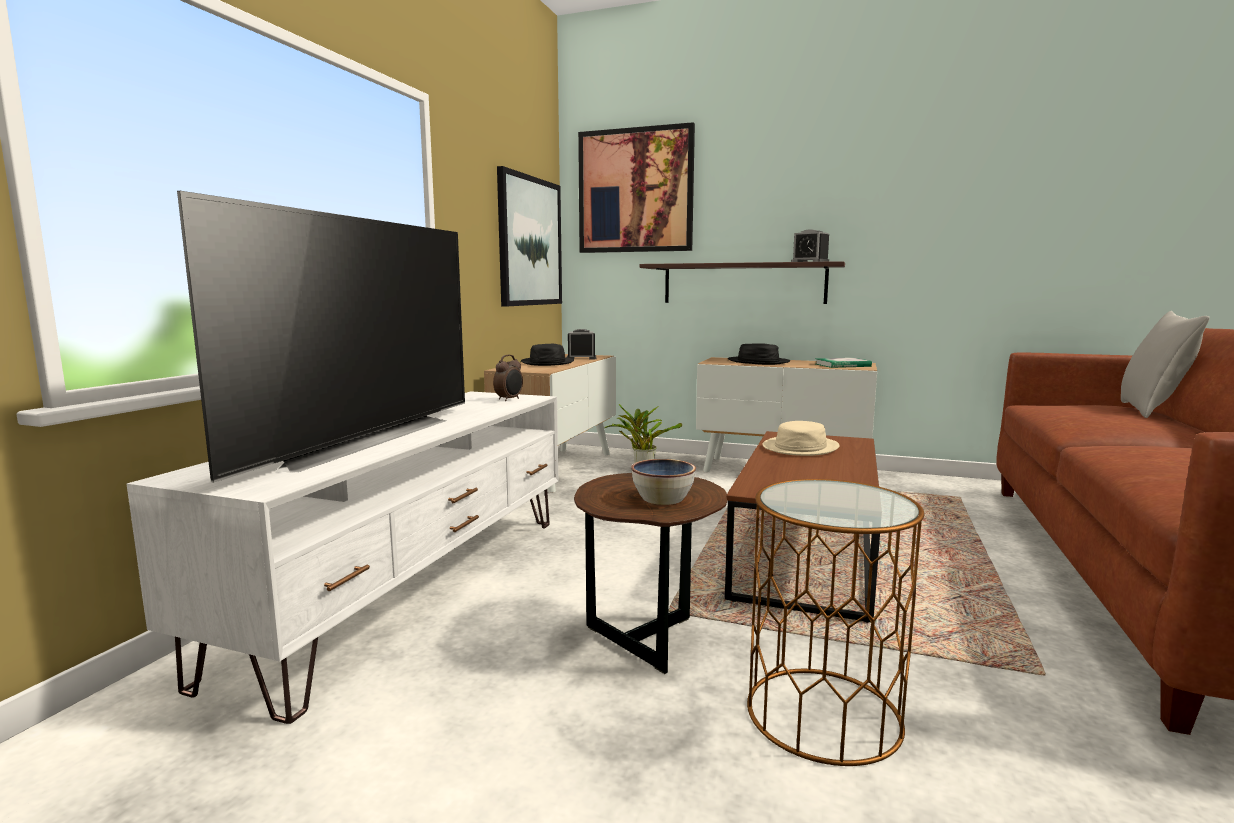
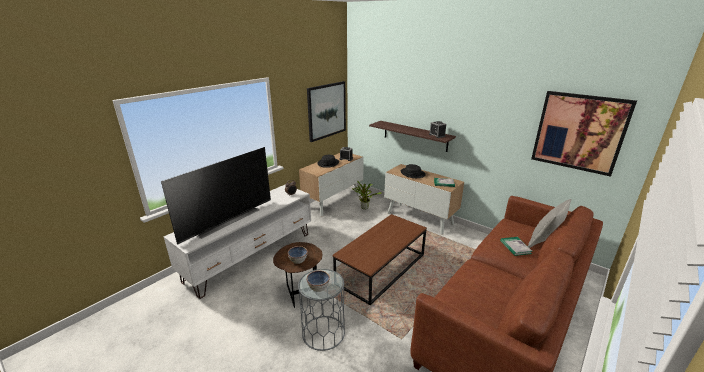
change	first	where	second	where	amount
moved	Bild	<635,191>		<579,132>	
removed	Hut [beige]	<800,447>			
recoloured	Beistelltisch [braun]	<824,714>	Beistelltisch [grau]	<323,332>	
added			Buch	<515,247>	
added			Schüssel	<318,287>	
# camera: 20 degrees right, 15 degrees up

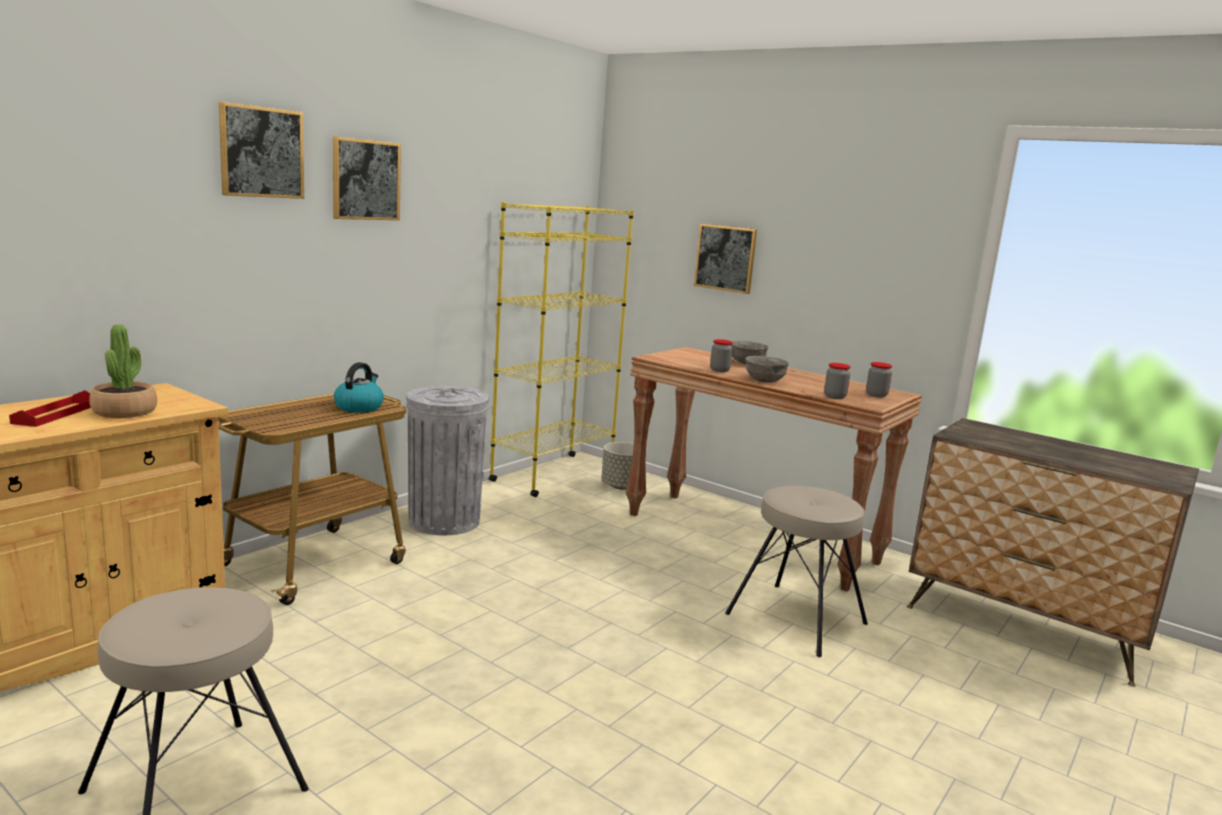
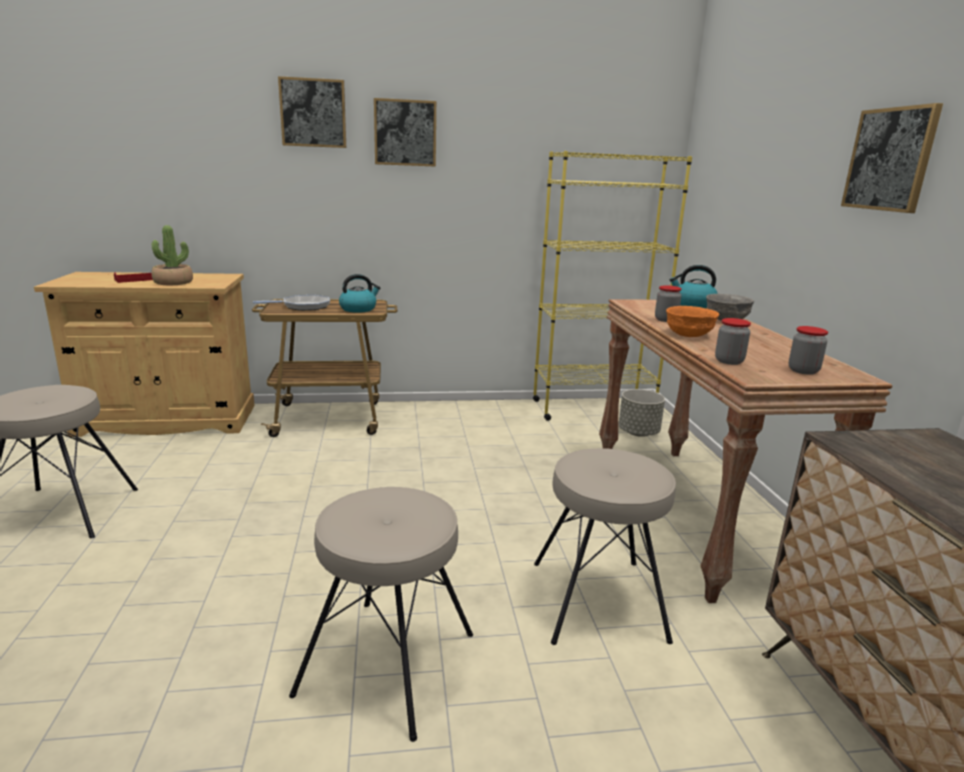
change	first	where	second	where	amount
moved	Bild	<725,258>		<890,159>	
recoloured	Schüssel [grau]	<765,380>	Schüssel [orange]	<689,334>	
removed	Mülleimer [grau]	<444,521>			
added			Wasserkessel	<693,305>	
added			Pfanne	<303,306>	
added			Hocker [beige]	<389,663>	
# camera: 45 degrees right, 5 degrees up

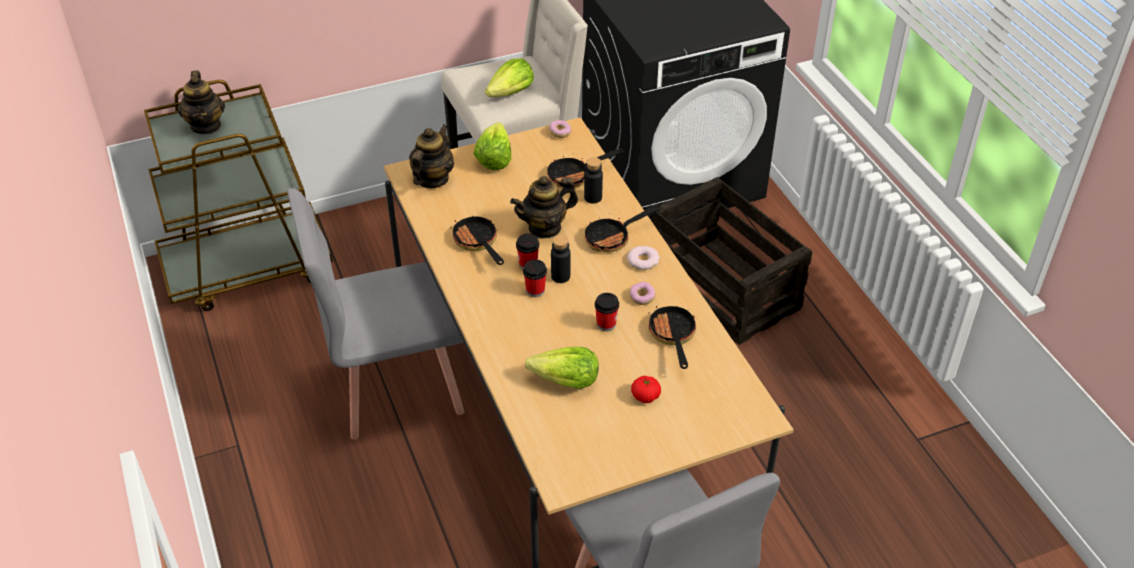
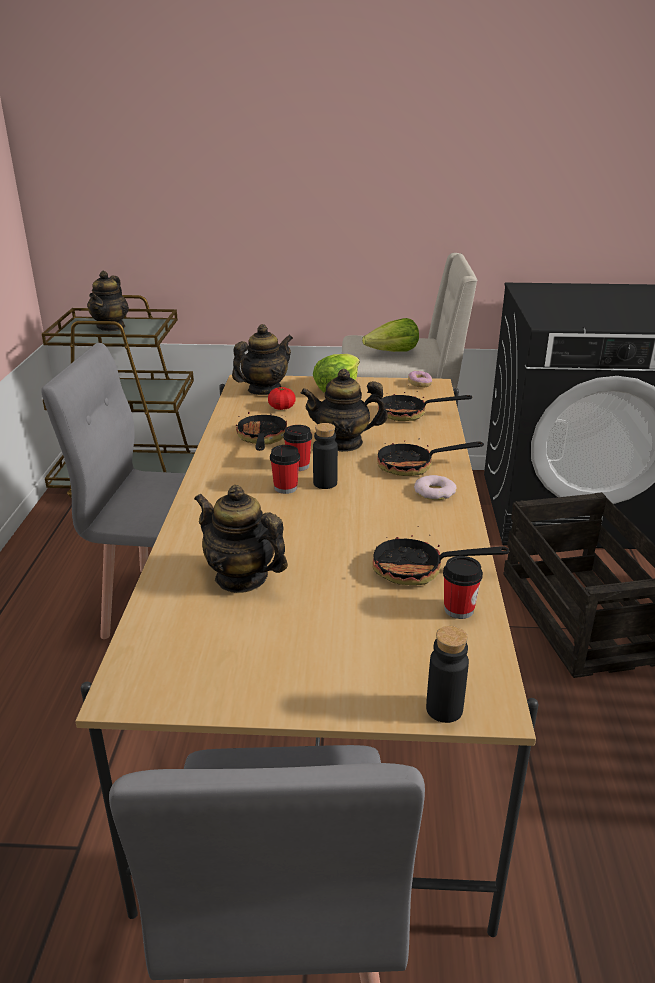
change	first	where	second	where	amount
moved	Flasche [schwarz]	<593,197>		<444,709>	
removed	Donut	<642,297>			
moved	Tasse	<606,324>		<459,609>	
turned	Pfanne	<672,336>		<418,570>	105 degrees counterclockwise
replaced	Salatkopf	<565,381>	Teekanne	<241,577>	
moved	Tomate	<645,396>		<282,408>	
# camera: 25 degrees right, 15 degrees down

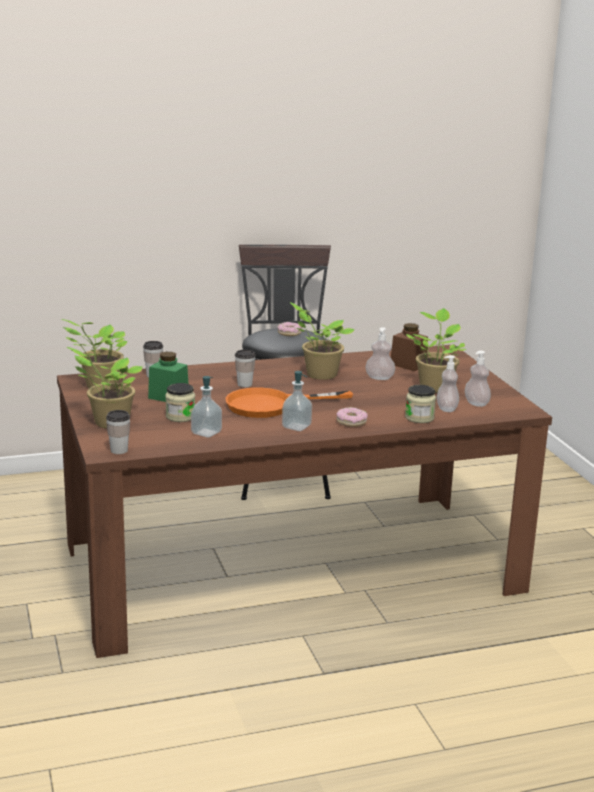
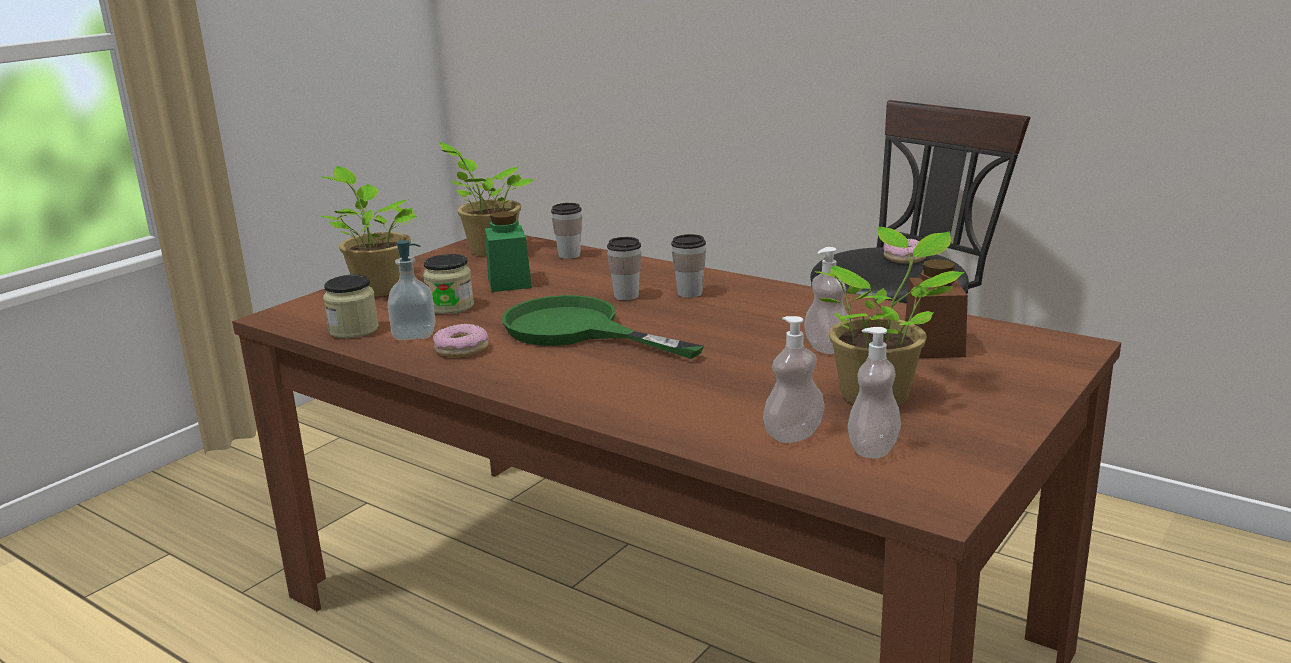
change	first	where	second	where	amount
removed	Topfpflanze	<319,374>			
removed	Seifenspender	<296,426>			
moved	Vorratsglas	<419,418>		<354,330>	
recoloured	Pfanne [orange]	<272,405>	Pfanne [grün]	<577,330>	
moved	Donut	<351,422>		<461,349>	
moved	Tasse	<119,450>		<689,293>	
# camera: 55 degrees right, 0 degrees up

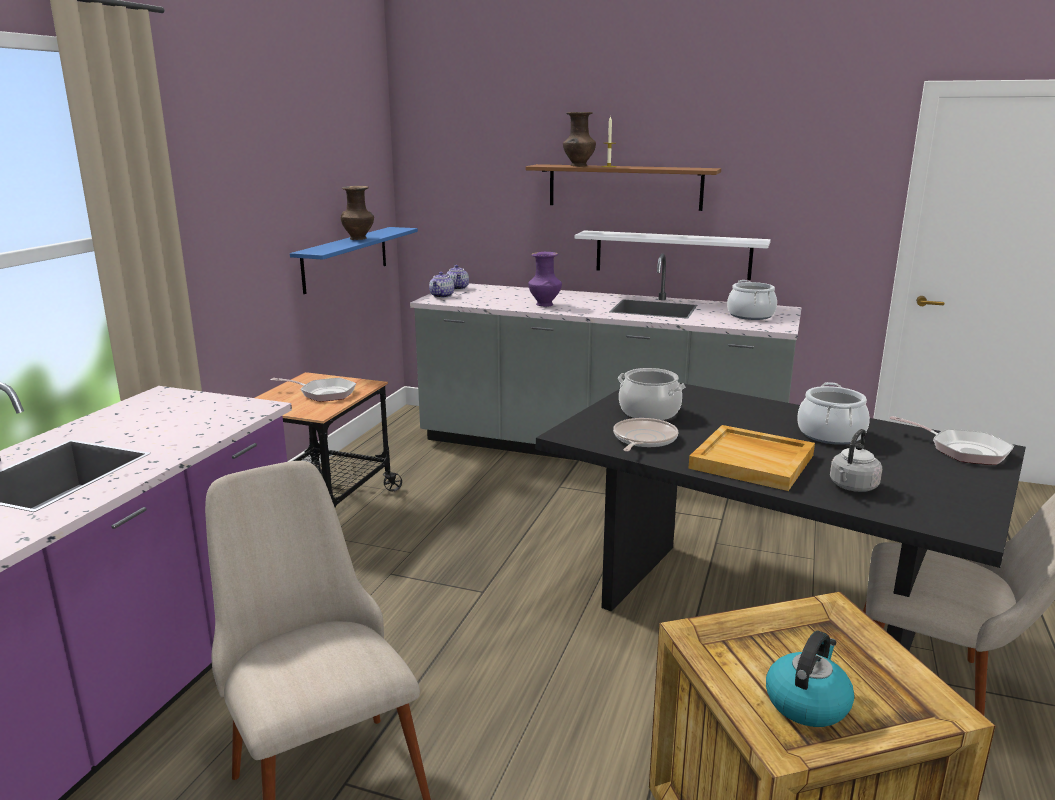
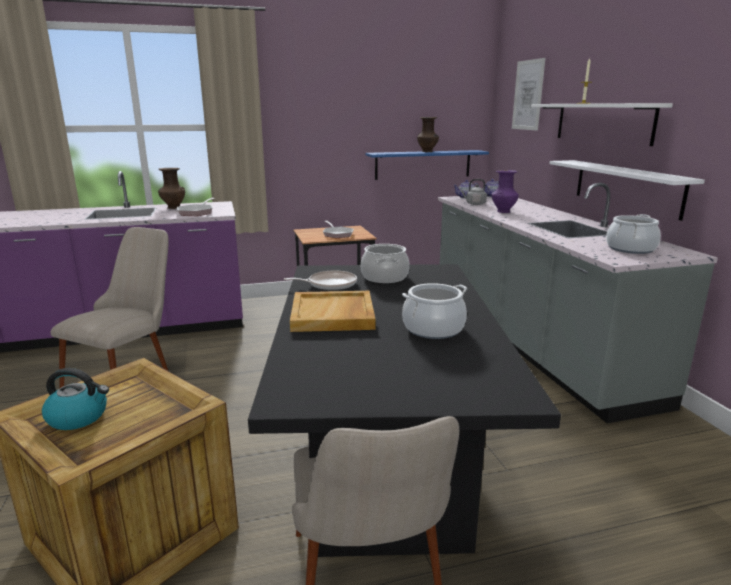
change	first	where	second	where	amount
moved	Vase [braun]	<578,166>		<173,207>	
recoloured	Wandregal [braun]	<624,187>	Wandregal [weiß]	<602,122>	
moved	Pfanne	<963,450>		<197,212>	
moved	Wasserkessel [grau]	<852,487>		<474,204>	
added			Bild	<528,95>	
# camera: 55 degrees right, 0 degrees up

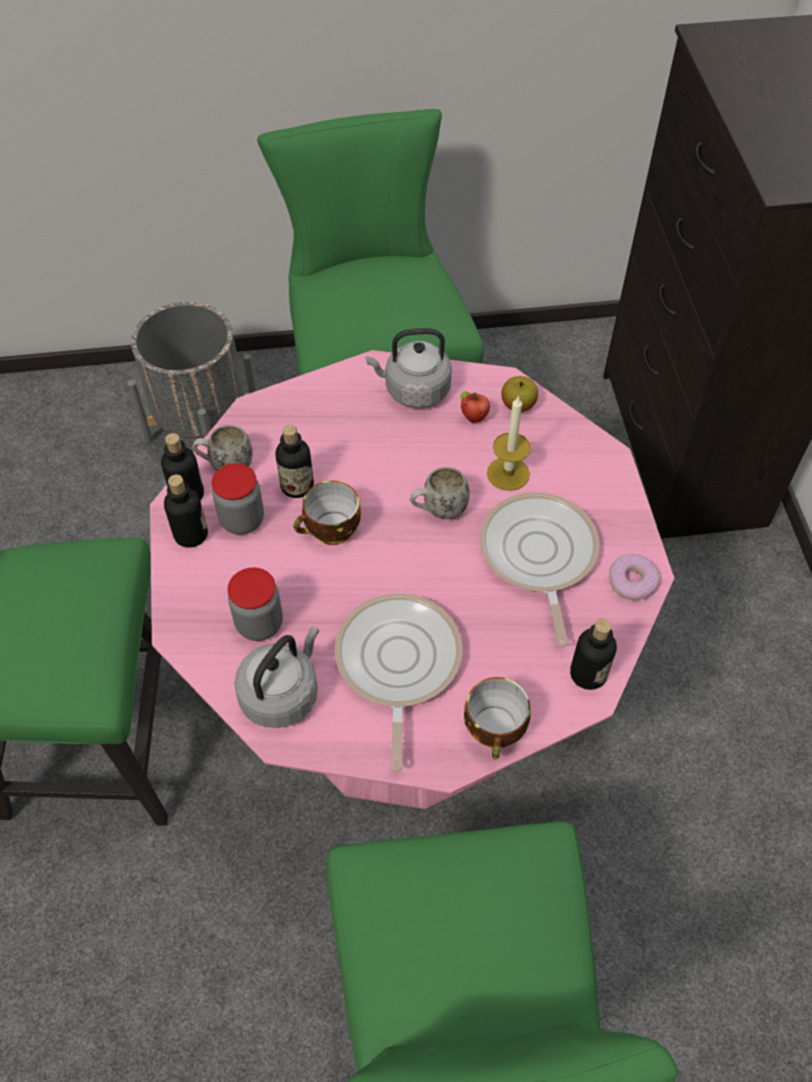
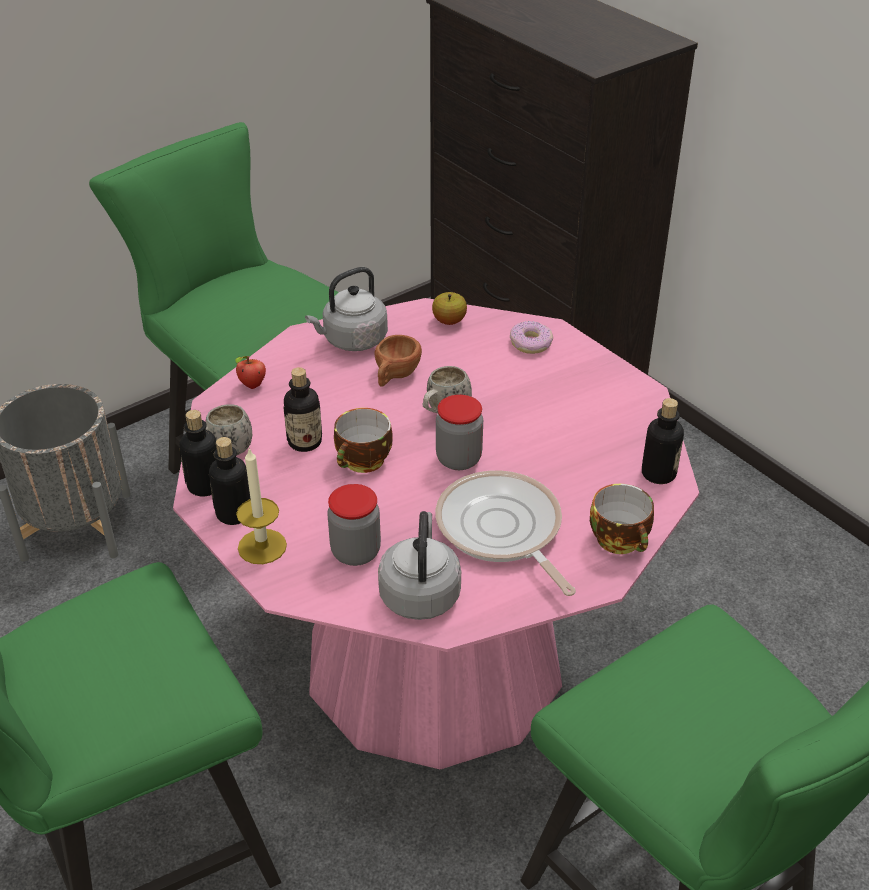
change	first	where	second	where	amount
moved	Apfel	<473,418>		<252,386>	
moved	Kerze	<508,473>		<262,546>	
moved	Vorratsglas	<242,520>		<458,459>	
removed	Pfanne	<538,556>			
moved	Donut	<632,581>		<531,343>	
added			Tasse [braun]	<395,376>	
# camera: 30 degrees left, 15 degrees down

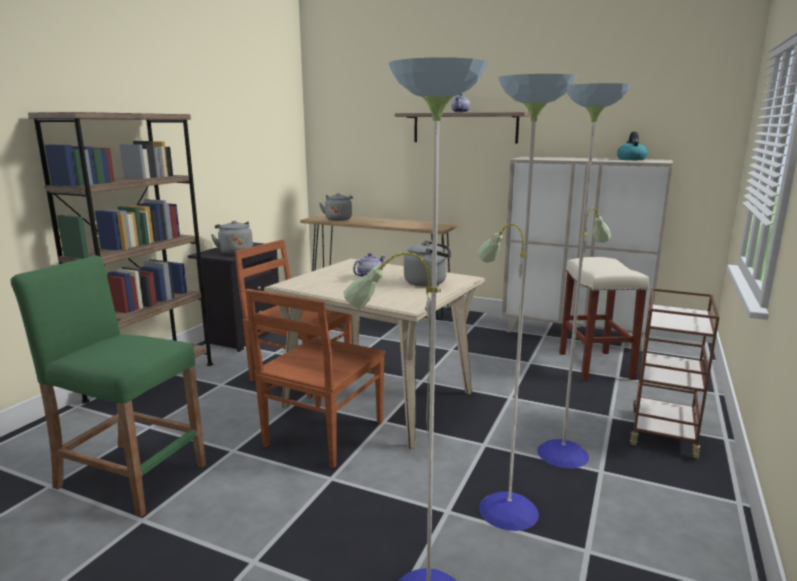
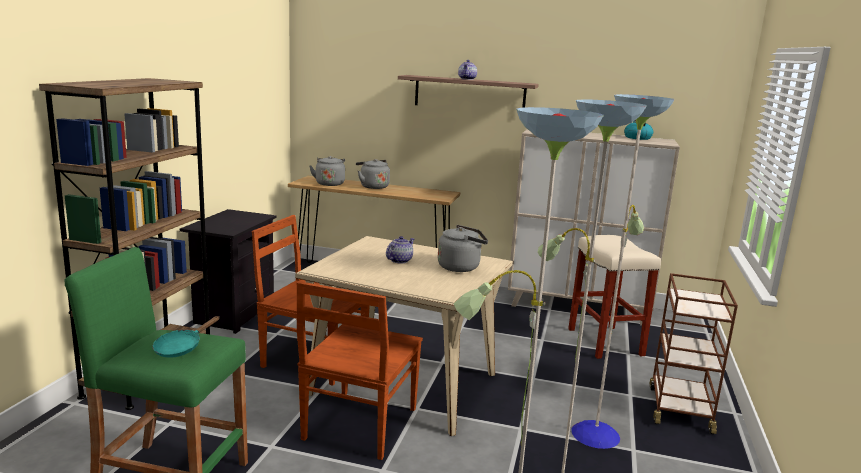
change	first	where	second	where	amount
moved	Wasserkessel [grau]	<235,252>		<373,186>	
added			Pfanne [türkis]	<181,348>	
# camera: 10 degrees left, 0 degrees up

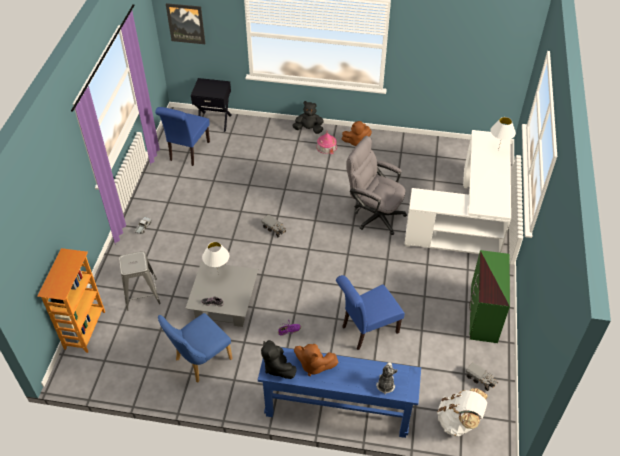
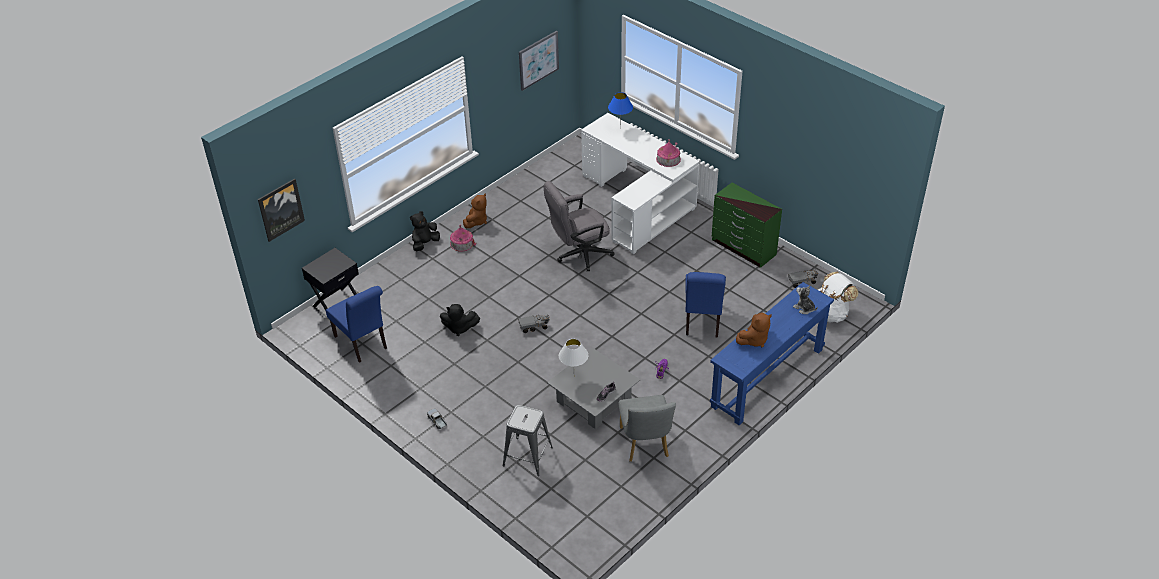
change	first	where	second	where	amount
recoloured	Tischlampe [weiß]	<498,150>	Tischlampe [blau]	<620,128>	
removed	Bücherregal	<84,330>			
recoloured	Stuhl [blau]	<200,361>	Stuhl [grau]	<645,445>	
moved	Plüschtier [schwarz]	<277,367>		<459,328>	
added			Bild	<538,60>	
added			Spielzeughaus	<668,159>	
# camera: 55 degrees left, 5 degrees down

